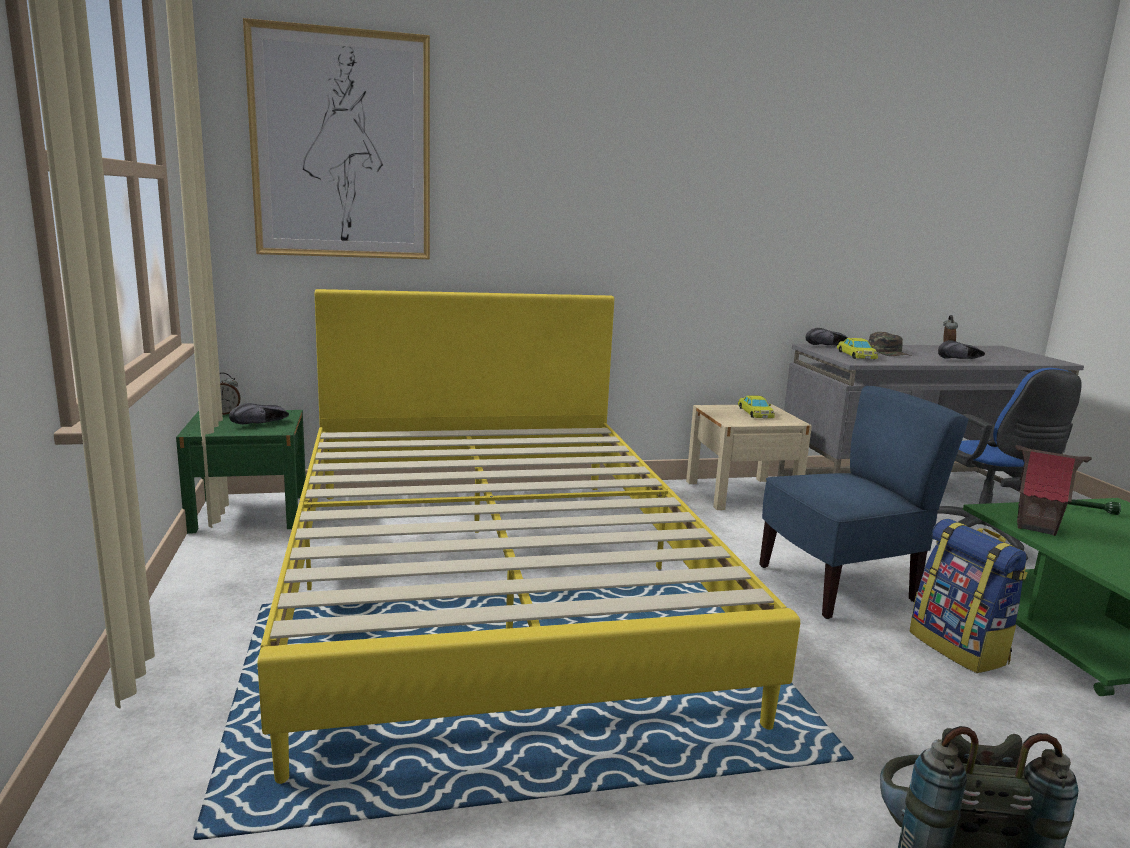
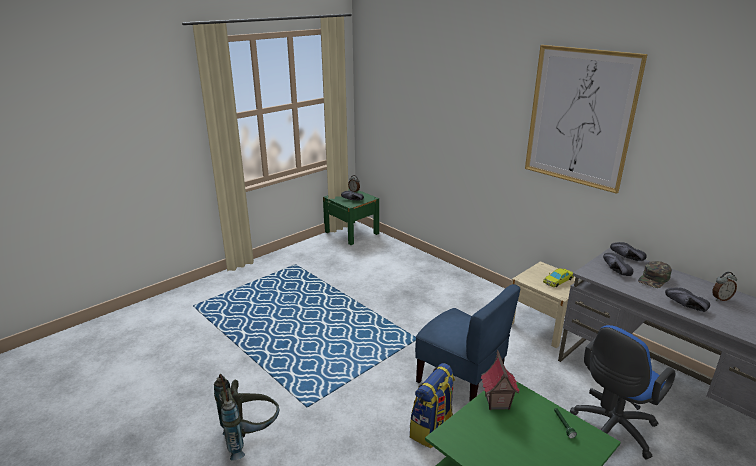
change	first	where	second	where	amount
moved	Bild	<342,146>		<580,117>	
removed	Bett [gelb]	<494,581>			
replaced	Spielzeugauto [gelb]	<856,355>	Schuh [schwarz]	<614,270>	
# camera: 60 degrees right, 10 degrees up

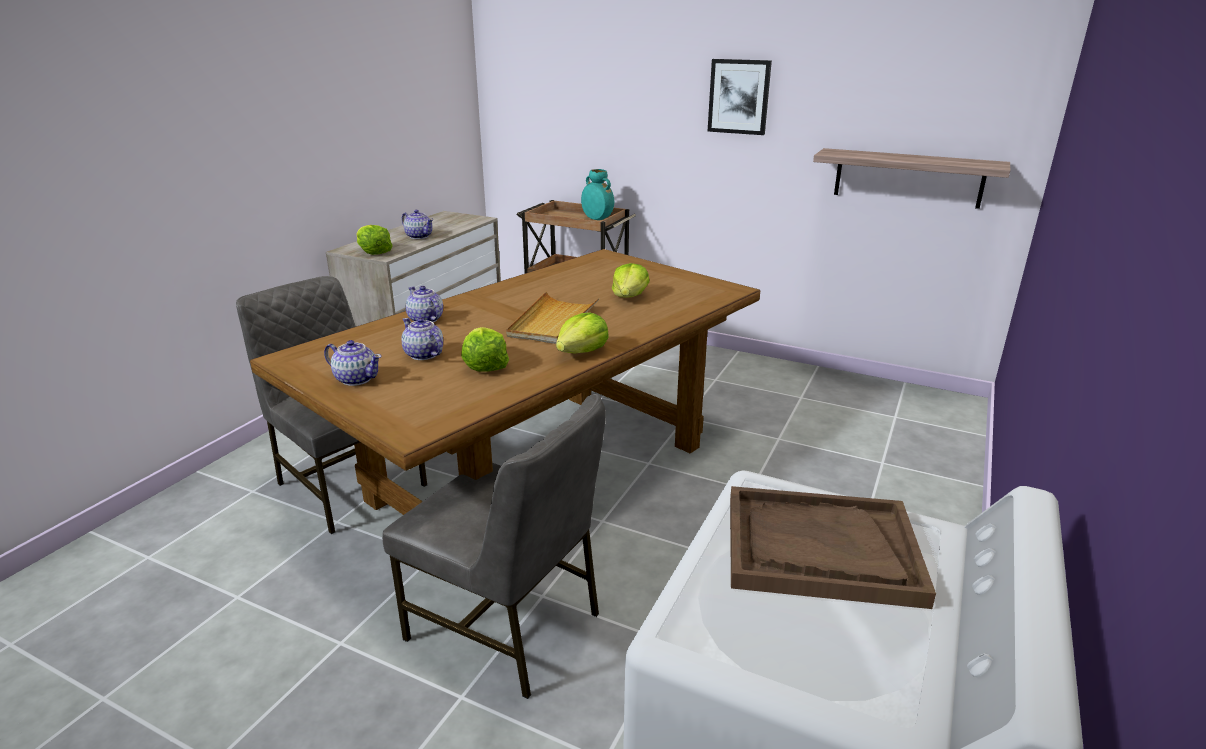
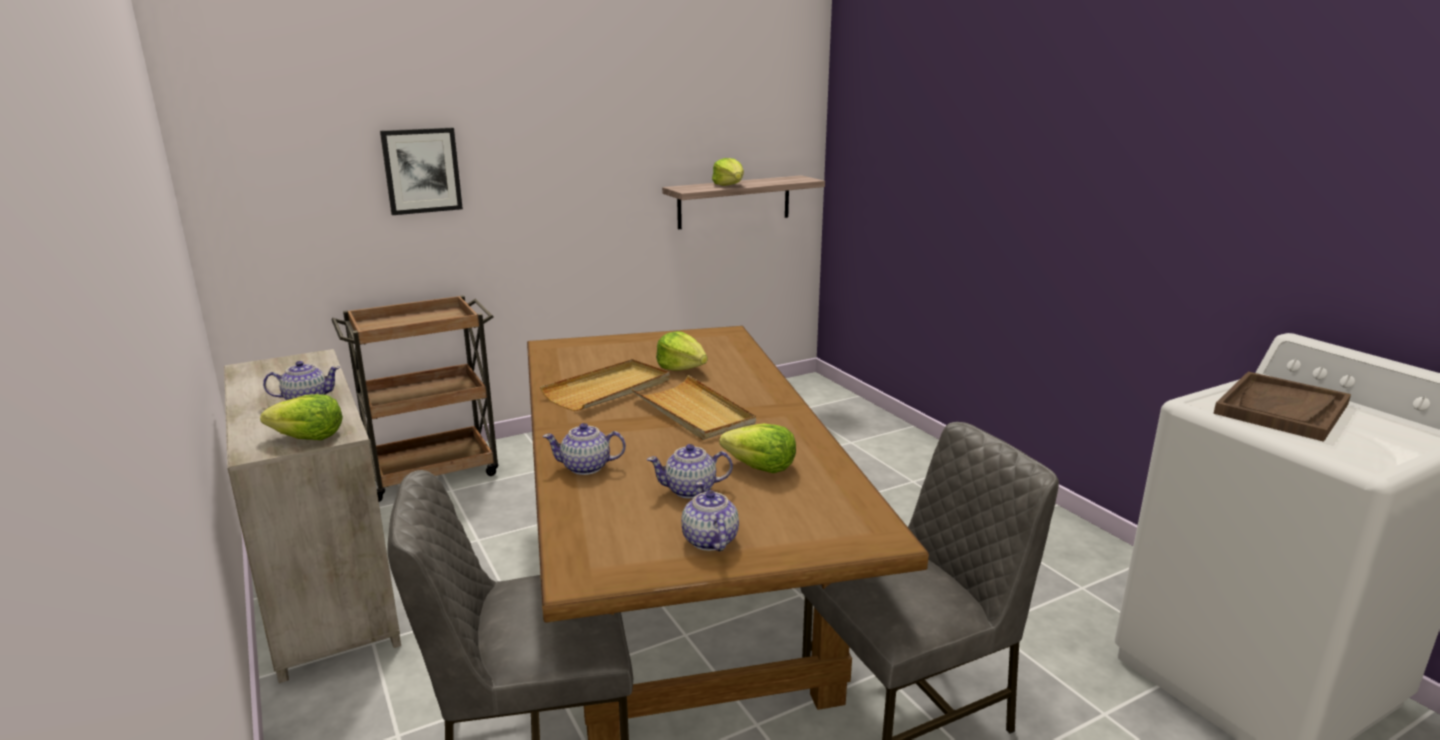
change	first	where	second	where	amount
moved	Bild	<739,96>		<422,170>	
removed	Vase [türkis]	<597,219>			
moved	Salatkopf	<582,352>		<729,185>	
turned	Teekanne	<356,379>		<709,541>	75 degrees counterclockwise
added			Tablett [beige]	<608,389>	
# camera: 55 degrees left, 5 degrees down

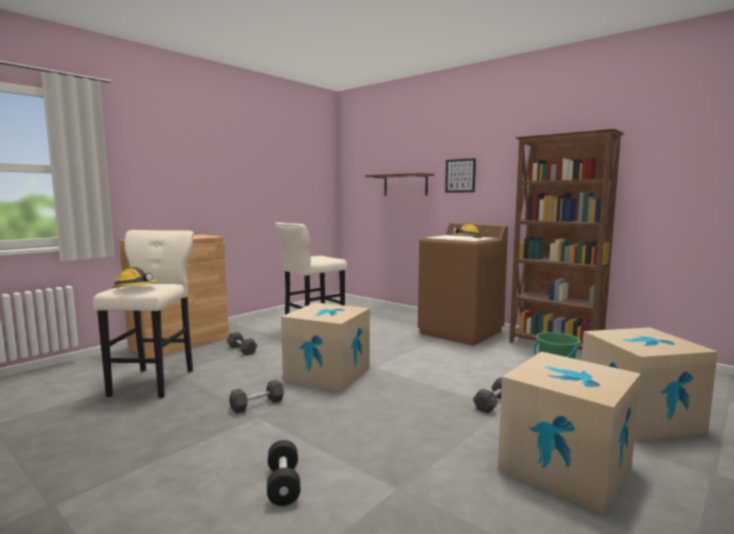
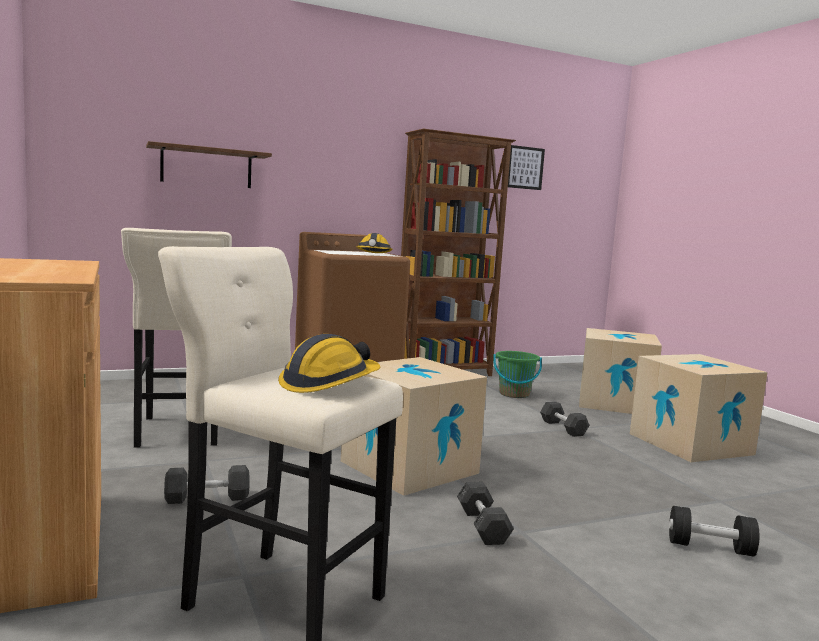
change	first	where	second	where	amount
moved	Bild	<460,175>		<525,167>	
# camera: 65 degrees left, 0 degrees up

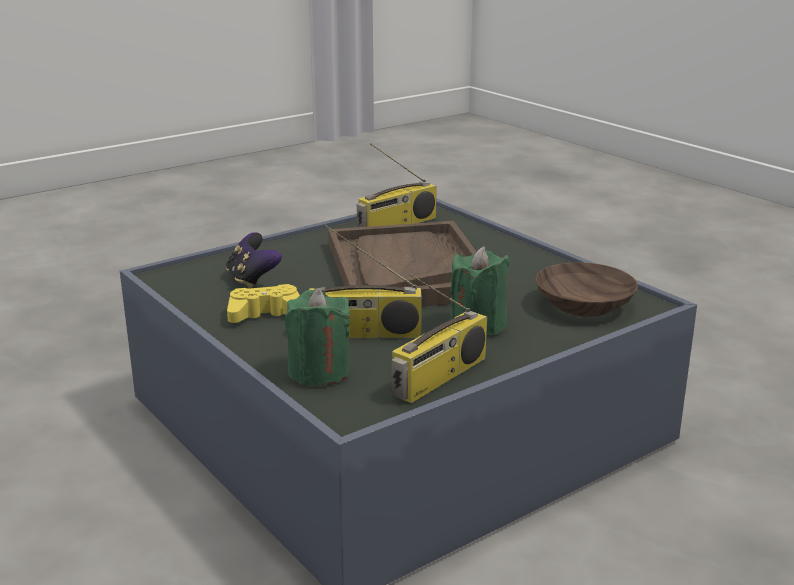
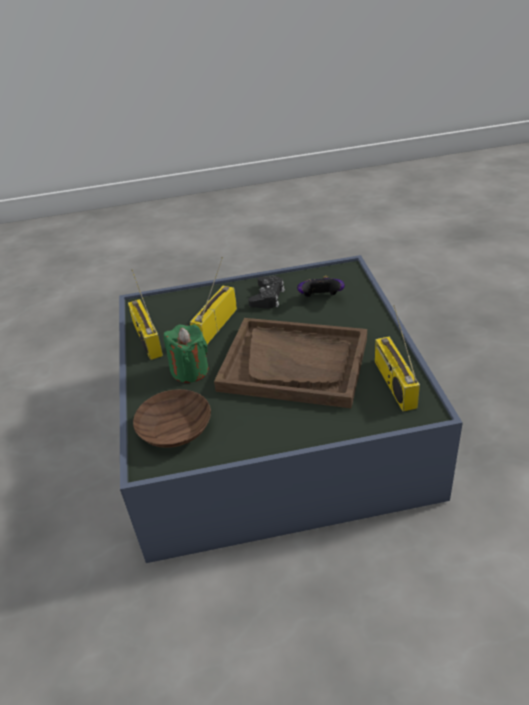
change	first	where	second	where	amount
recoloured	Gamepad [gelb]	<265,314>	Gamepad [schwarz]	<267,297>	
removed	Kerze [grün]	<319,372>			
# camera: 120 degrees right, 15 degrees up

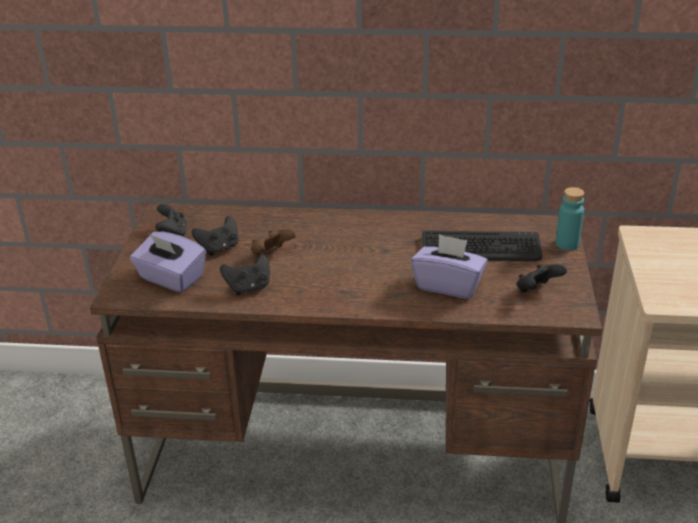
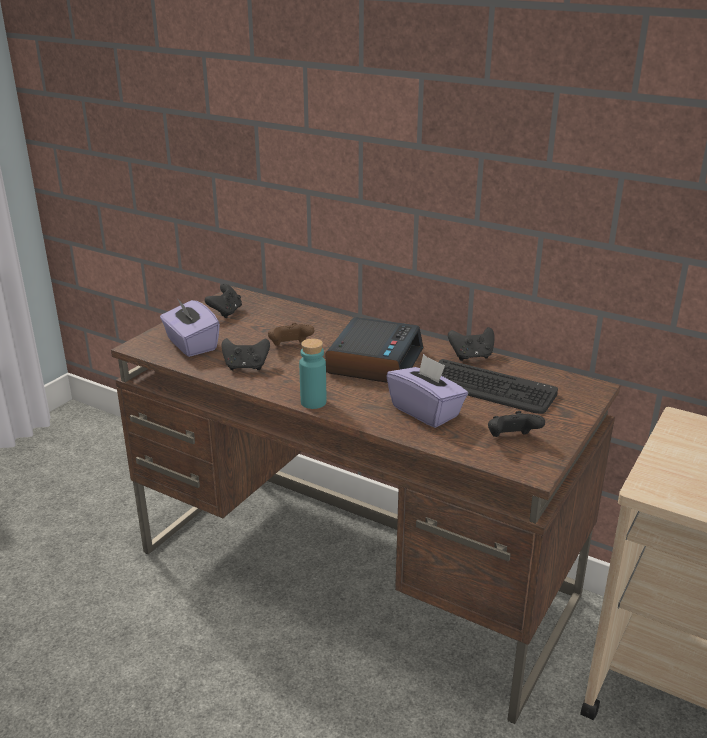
change	first	where	second	where	amount
moved	Flasche [türkis]	<567,244>		<313,402>	
moved	Gamepad [schwarz]	<219,248>		<471,356>	
added			Wecker	<374,361>	
# camera: 25 degrees right, 5 degrees down

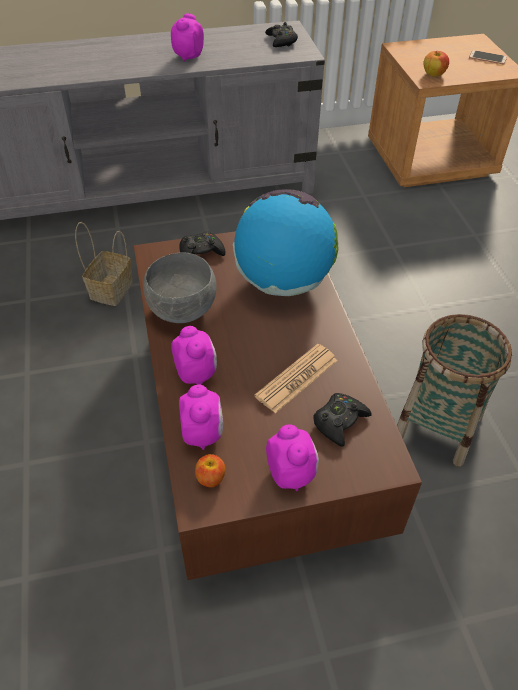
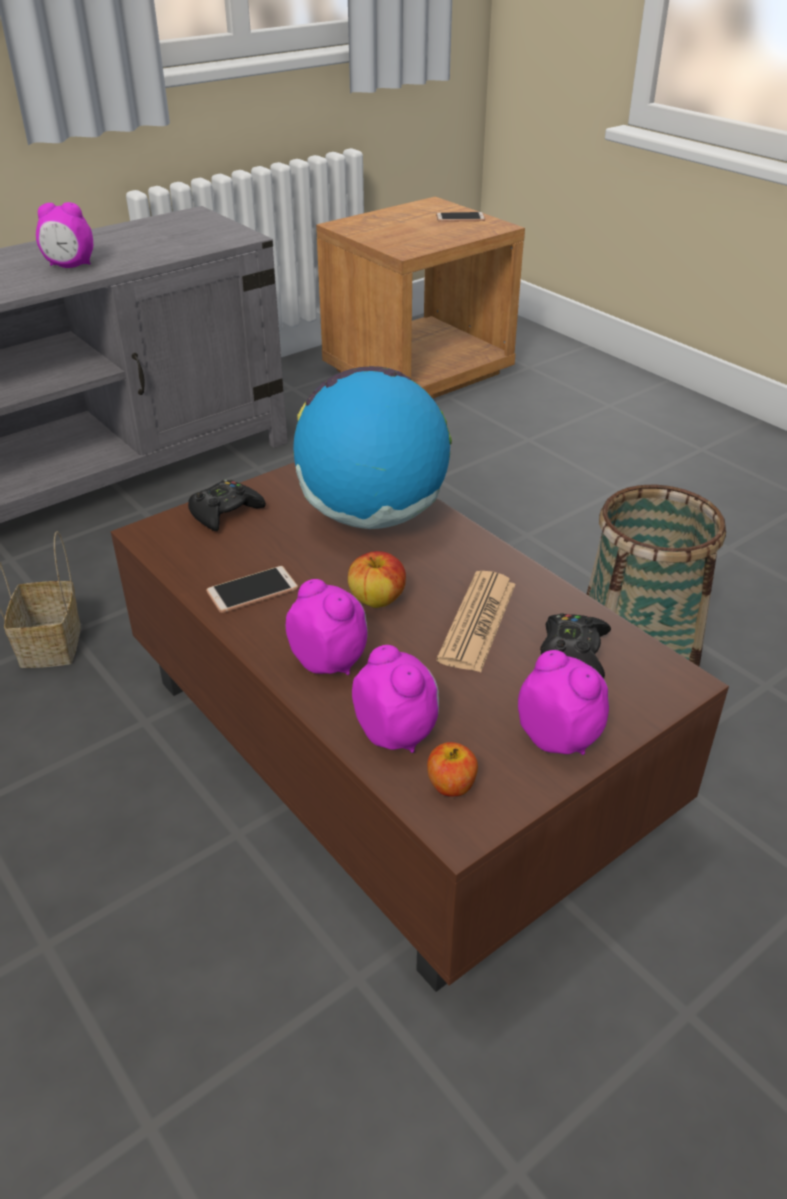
change	first	where	second	where	amount
turned	Wecker	<188,56>		<70,266>	90 degrees counterclockwise
removed	Gamepad [schwarz]	<281,41>			
moved	Apfel	<433,75>		<377,600>	
replaced	Schüssel [grau]	<184,311>	Handy	<252,591>	
# camera: 25 degrees left, 10 degrees down

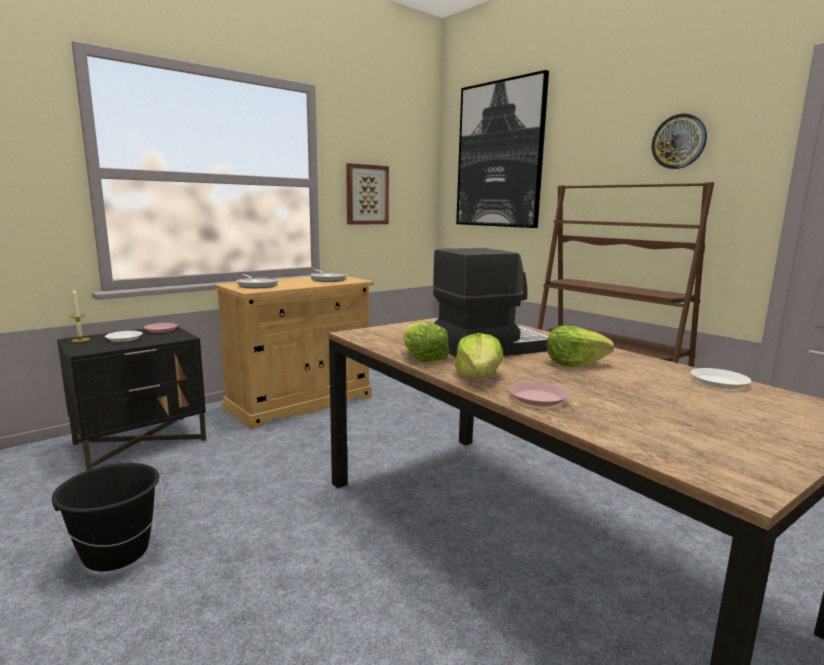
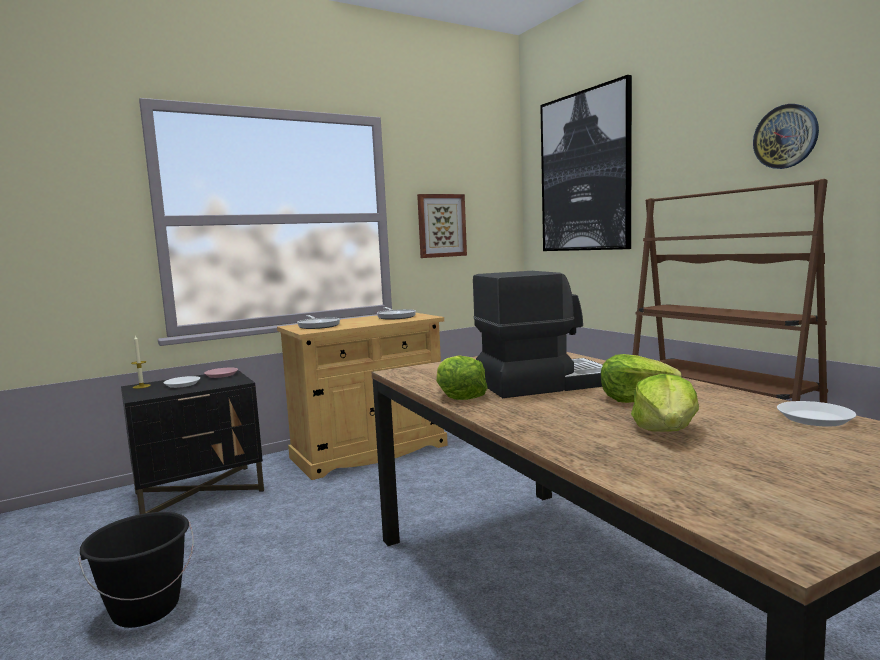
change	first	where	second	where	amount
moved	Salatkopf	<478,376>		<666,431>	
removed	Teller [rosa]	<537,398>			
# camera: 10 degrees right, 5 degrees down

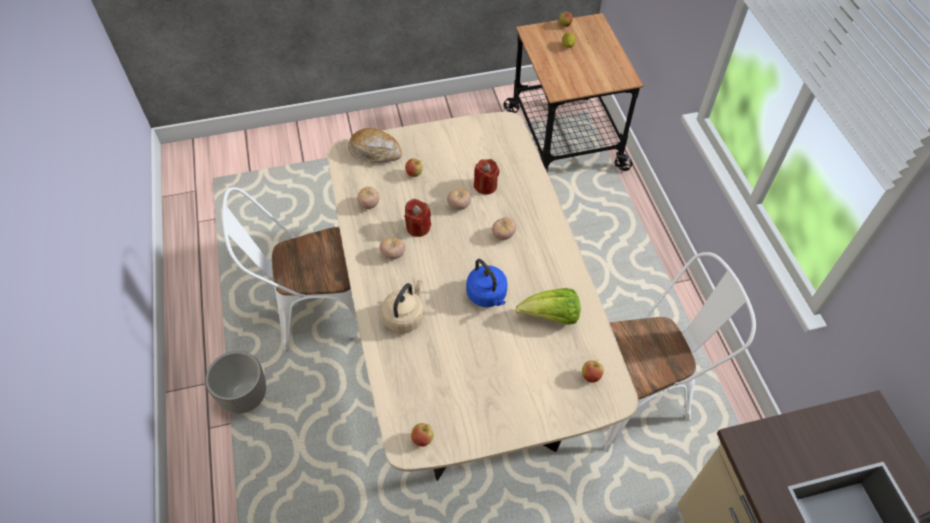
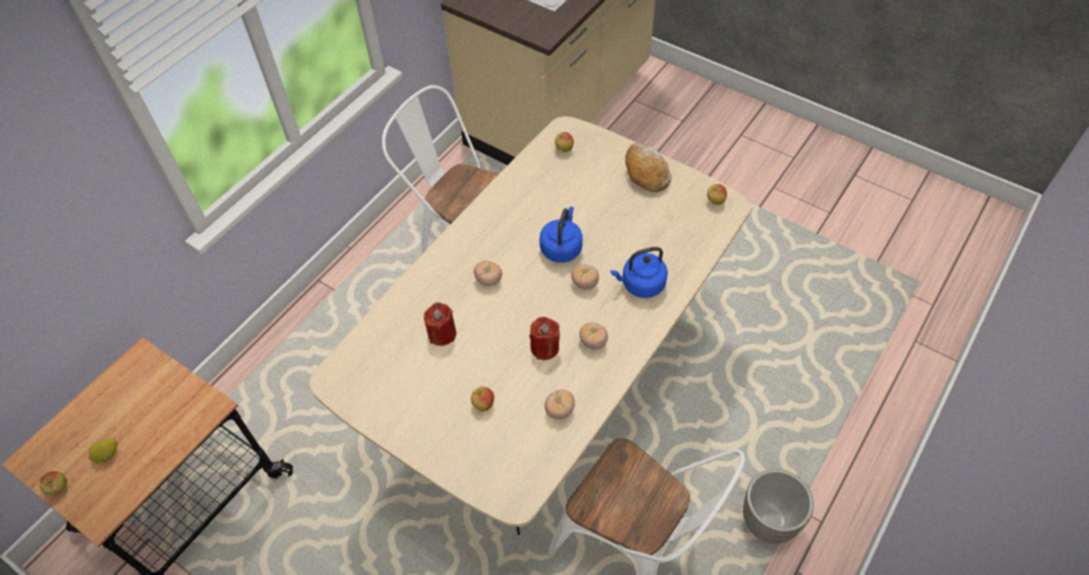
change	first	where	second	where	amount
moved	Brot	<375,151>		<645,173>	
moved	Tomate	<459,205>		<584,283>	
recoloured	Wasserkessel [beige]	<405,316>	Wasserkessel [blau]	<640,284>	
removed	Salatkopf	<551,317>			
# camera: 130 degrees left, 0 degrees up

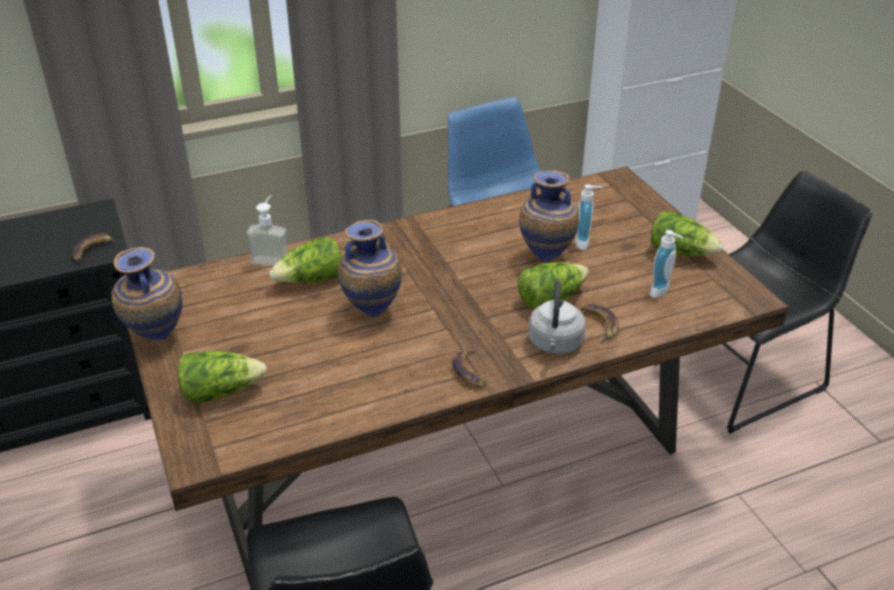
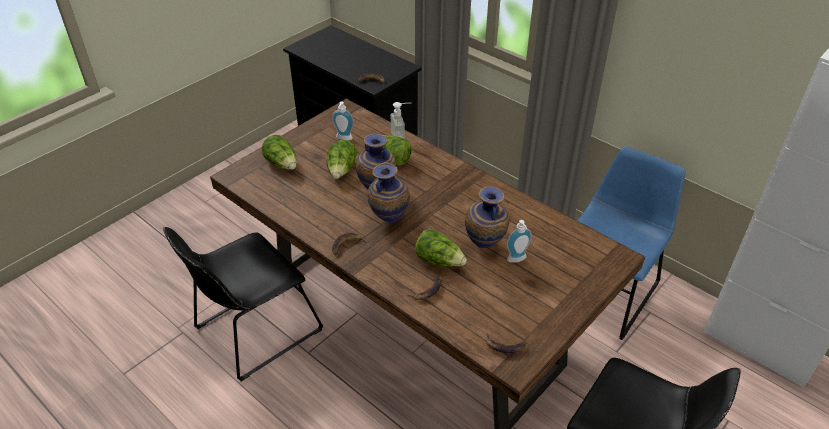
change	first	where	second	where	amount
moved	Salatkopf	<680,252>		<342,170>	
moved	Seifenspender	<662,292>		<343,139>	
moved	Vase	<156,339>		<389,220>	
removed	Wasserkessel [grau]	<555,345>			
added			Banane	<505,346>	
# camera: 65 degrees right, 5 degrees up

